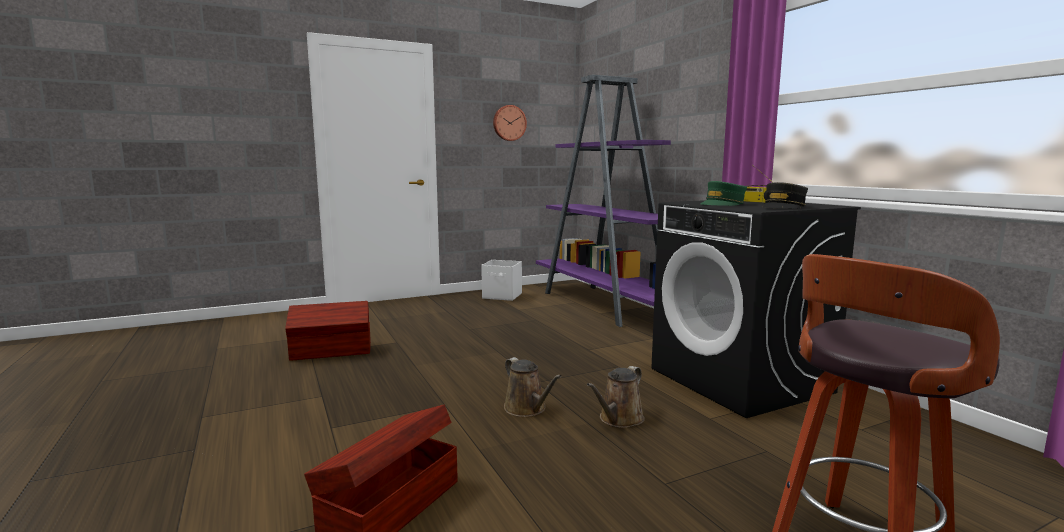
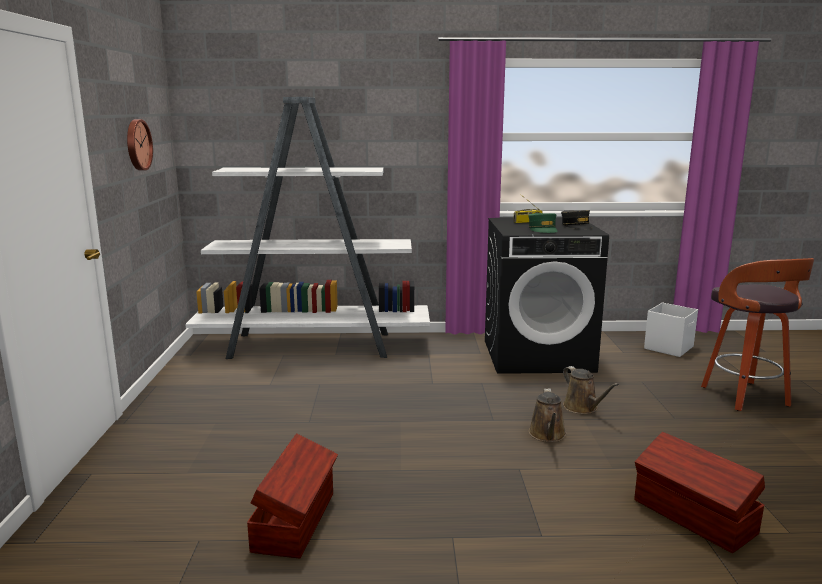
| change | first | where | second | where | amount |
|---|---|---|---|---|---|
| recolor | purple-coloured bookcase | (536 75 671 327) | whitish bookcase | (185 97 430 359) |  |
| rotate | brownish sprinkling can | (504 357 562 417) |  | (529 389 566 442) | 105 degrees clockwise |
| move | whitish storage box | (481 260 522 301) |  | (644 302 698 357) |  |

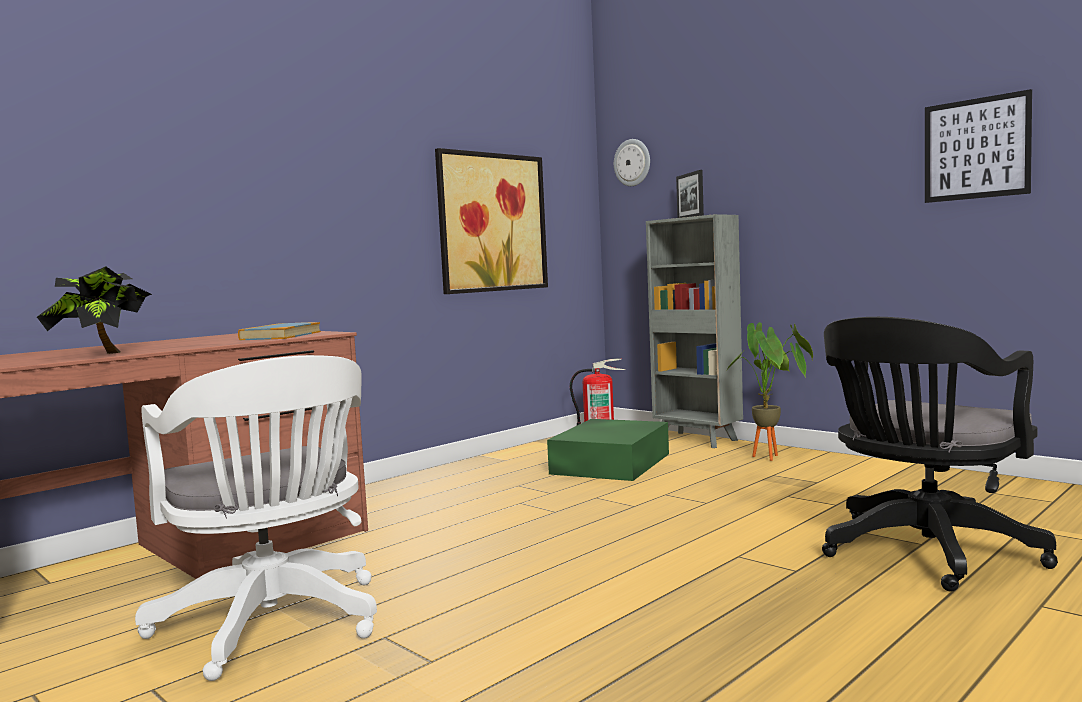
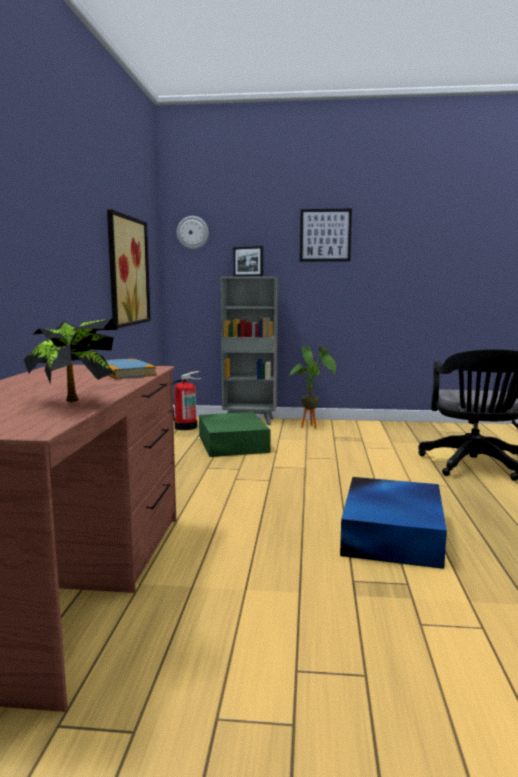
| change | first | where | second | where | amount |
|---|---|---|---|---|---|
| move | picture | (925 89 1032 203) |  | (300 209 352 262) |  |
| insert |  |  | blue storage box | (340 477 447 569) |  |
| delete | whitish office chair | (135 355 377 681) |  |  |  |

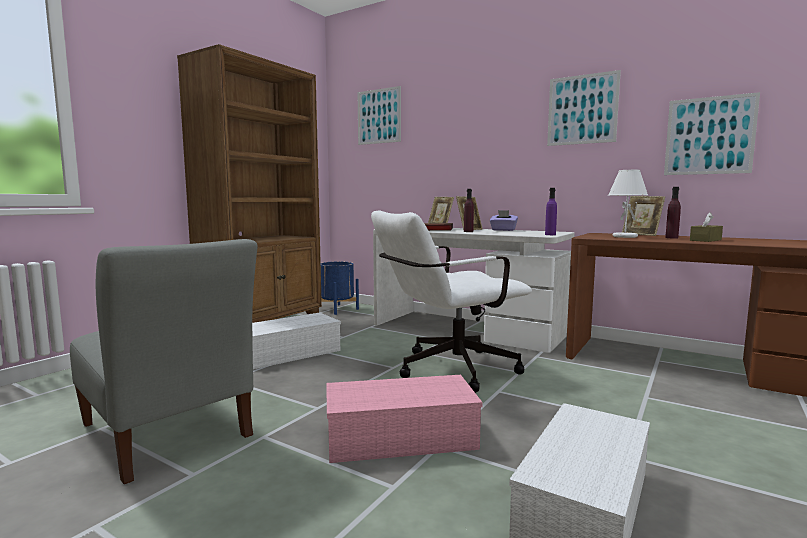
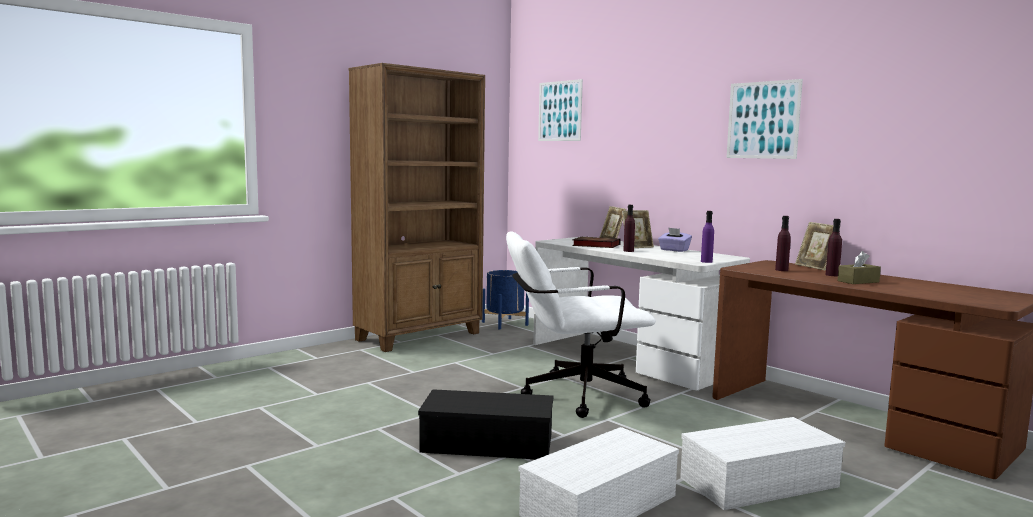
| change | first | where | second | where | amount |
|---|---|---|---|---|---|
| recolor | pinkish storage box | (326 375 483 463) | blackish storage box | (418 389 553 459) |  |
| move | whitish storage box | (252 312 341 369) |  | (680 417 845 510) |  |
| replace | whitish tabletop lamp | (608 170 648 238) | purple-coloured beverage bottle | (775 216 791 271) |  |
| delete | grey plain chair | (70 239 258 484) |  |  |  |
| delete | picture | (664 92 760 175) |  |  |  |

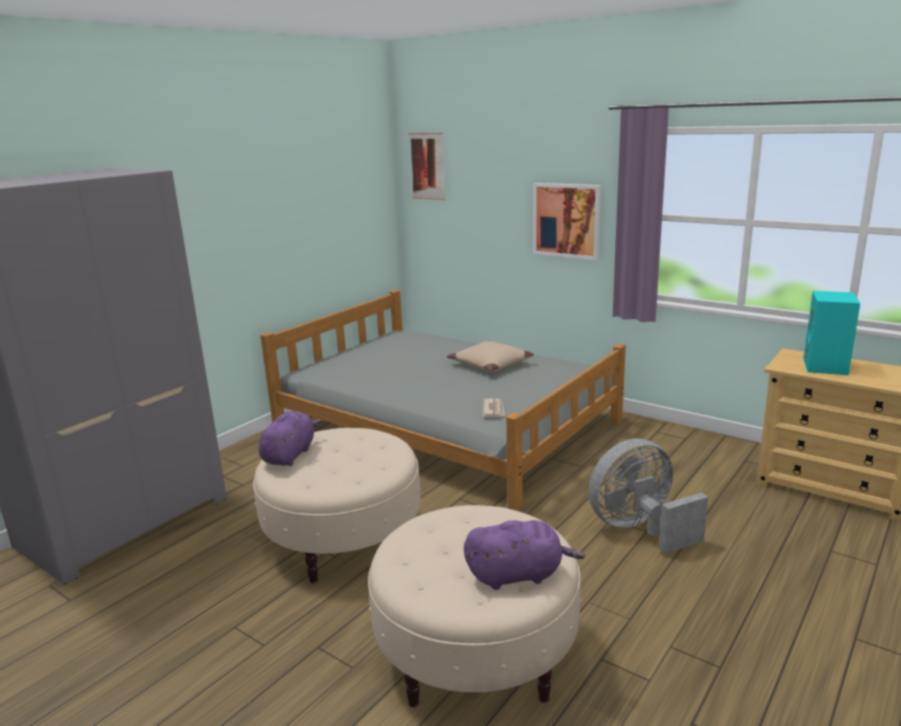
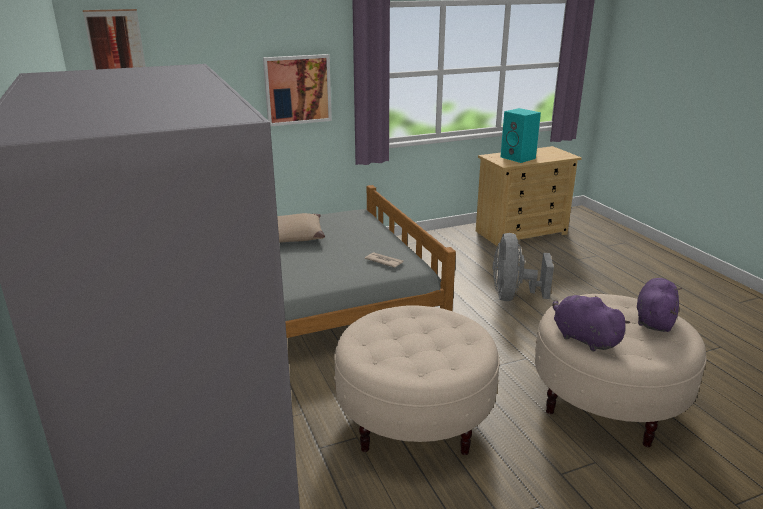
| change | first | where | second | where | amount |
|---|---|---|---|---|---|
| move | purple-coloured plush toy | (258 411 322 466) |  | (553 295 630 351) |  |

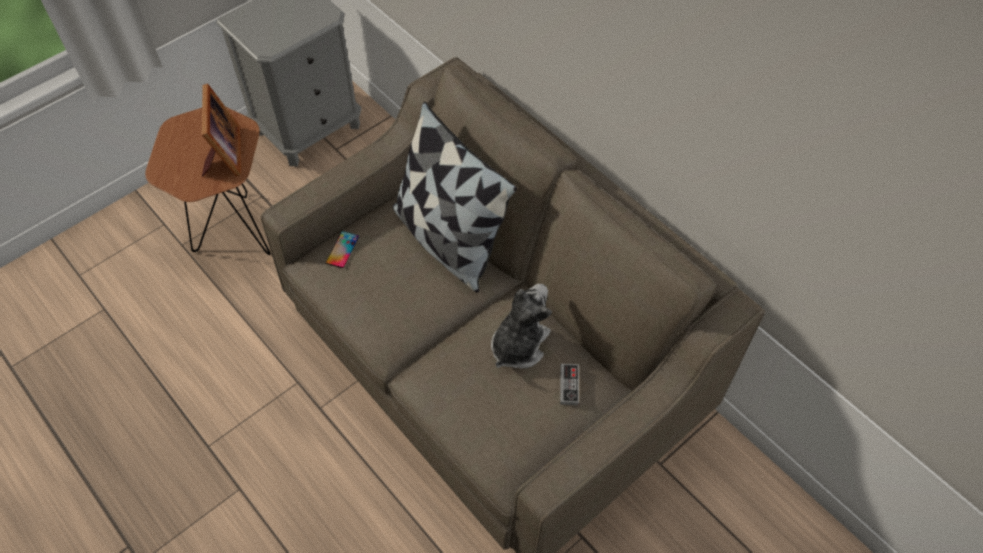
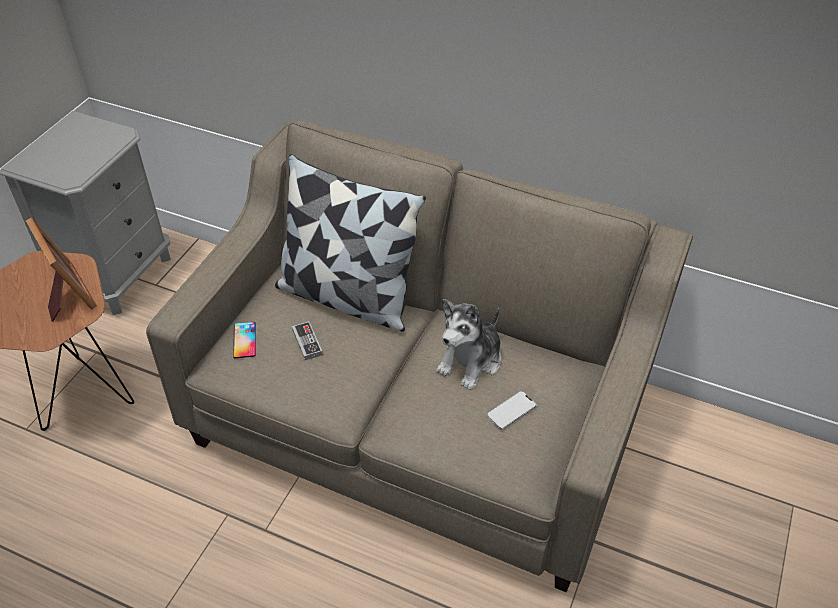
| change | first | where | second | where | amount |
|---|---|---|---|---|---|
| move | gamepad | (560 364 579 405) |  | (292 321 323 360) |  |
| rotate | plush toy | (491 284 552 369) |  | (436 299 501 390) | 150 degrees counterclockwise |
| insert |  |  | handset | (486 391 537 430) |  |

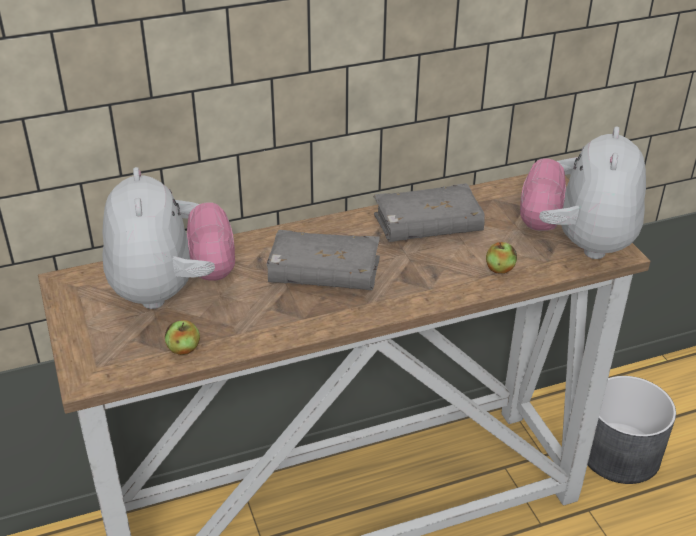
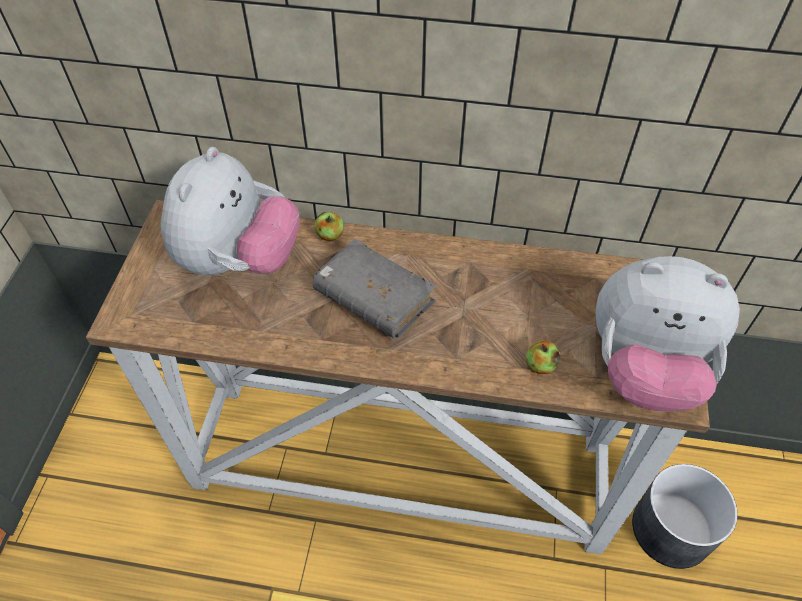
| change | first | where | second | where | amount |
|---|---|---|---|---|---|
| move | apple | (165 320 200 355) |  | (314 212 344 241) |  |
| rotate | plush toy | (520 126 646 259) |  | (595 256 740 411) | 120 degrees counterclockwise |
| delete | grey bound book | (373 183 485 242) |  |  |  |

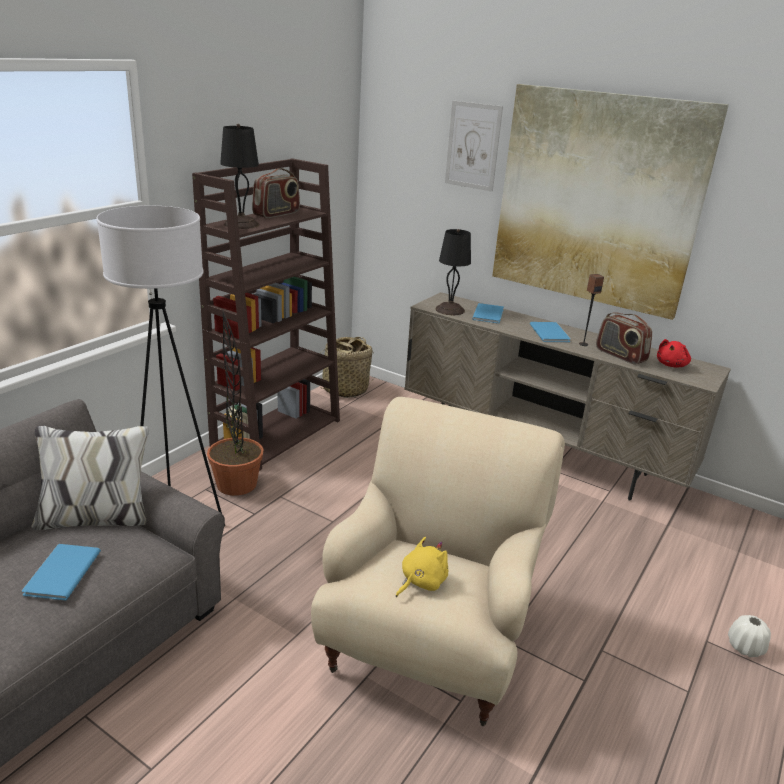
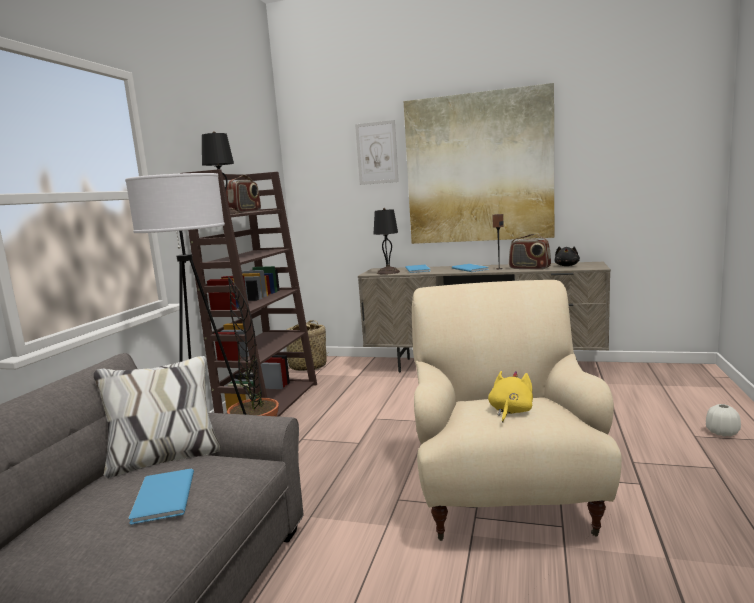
| change | first | where | second | where | amount |
|---|---|---|---|---|---|
| recolor | red plush toy | (657 339 691 367) | blackish plush toy | (554 246 580 266) |  |

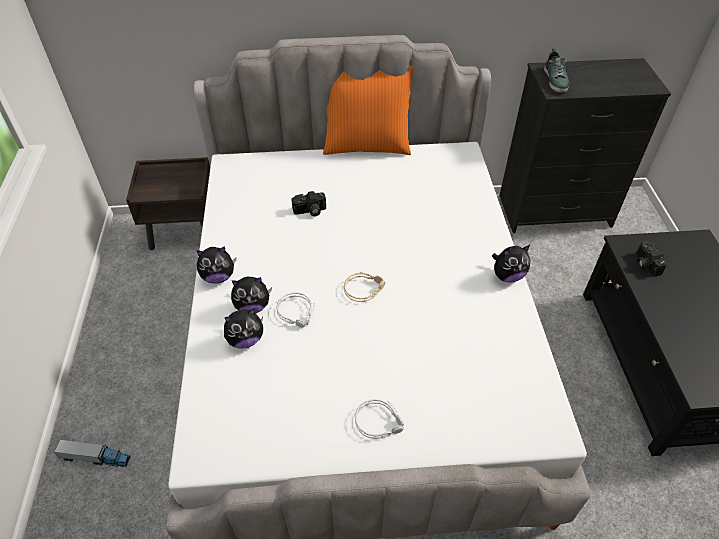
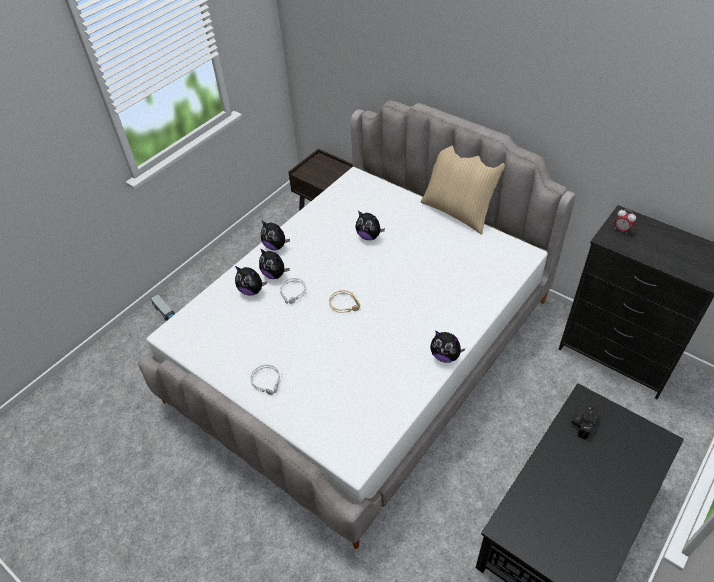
| change | first | where | second | where | amount |
|---|---|---|---|---|---|
| replace | still camera | (291 191 326 216) | plush toy | (355 211 385 240) |  |
| recolor | orange-coloured throw pillow | (323 65 414 155) | sand-coloured throw pillow | (421 145 505 235) |  |
| replace | shoe | (544 48 569 93) | bedside clock | (614 209 636 235) |  |

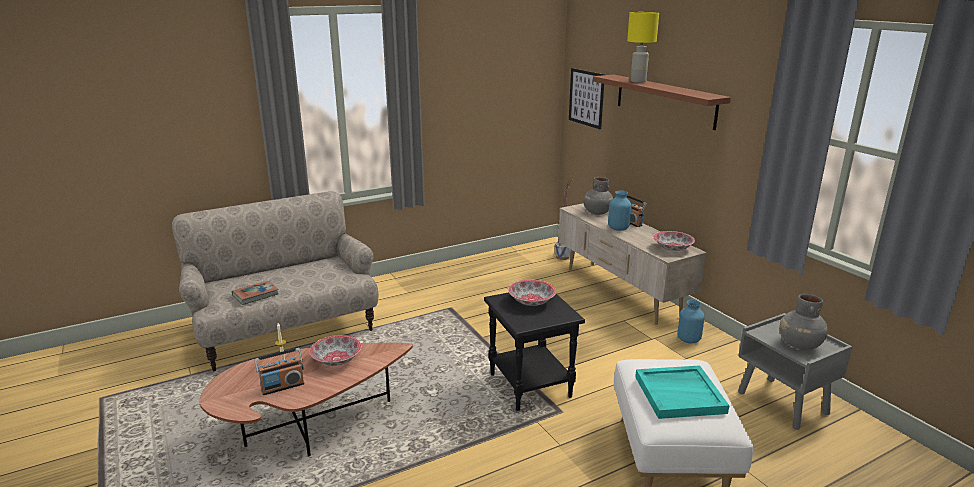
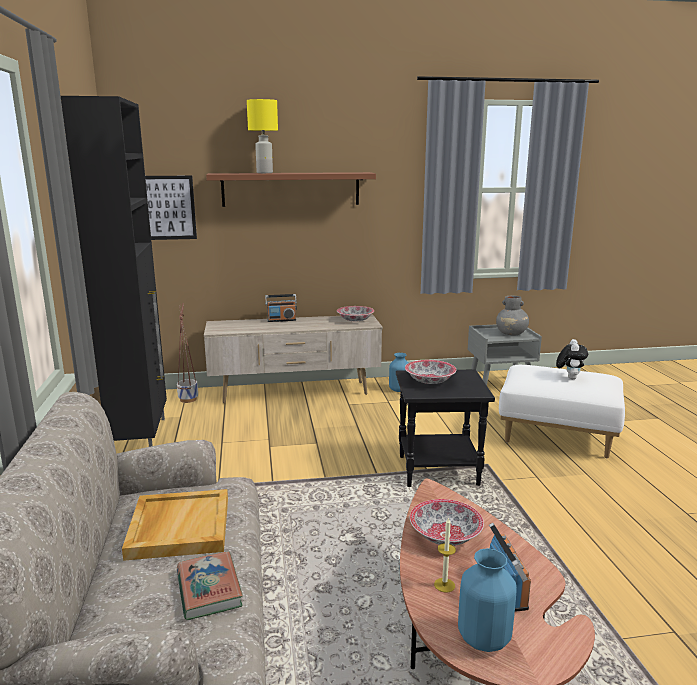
| change | first | where | second | where | amount |
|---|---|---|---|---|---|
| insert |  |  | blackish cupboard | (61 96 167 447) |  |
| insert |  |  | sand-coloured carrying tray | (122 489 228 561) |  |
| move | blue decorative vase | (608 191 632 231) |  | (458 548 517 652) |  |
| replace | turquoise carrying tray | (635 365 730 419) | plush toy | (556 339 588 379) |  |
| delete | grey decorative vase | (583 177 613 215) |  |  |  |

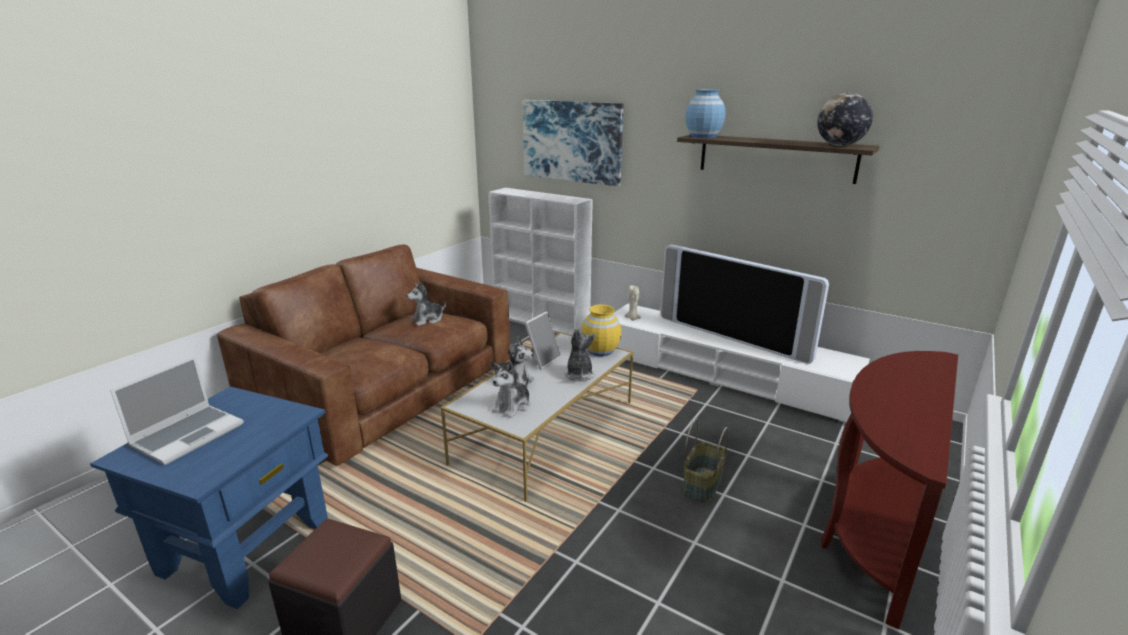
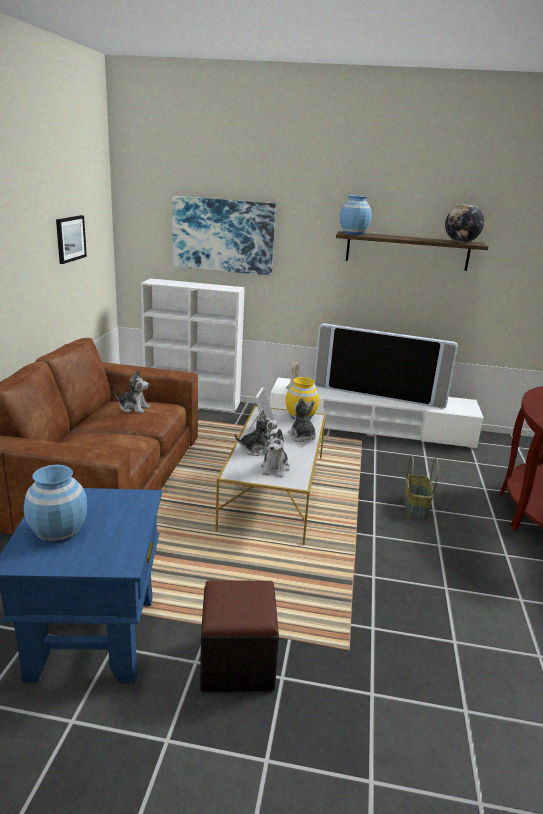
| change | first | where | second | where | amount |
|---|---|---|---|---|---|
| replace | notebook computer | (110 356 244 465) | blue decorative vase | (24 465 87 544) |  |
| insert |  |  | picture | (56 215 87 264) |  |
| rotate | plush toy | (406 282 446 326) |  | (114 370 150 413) | 105 degrees counterclockwise |

